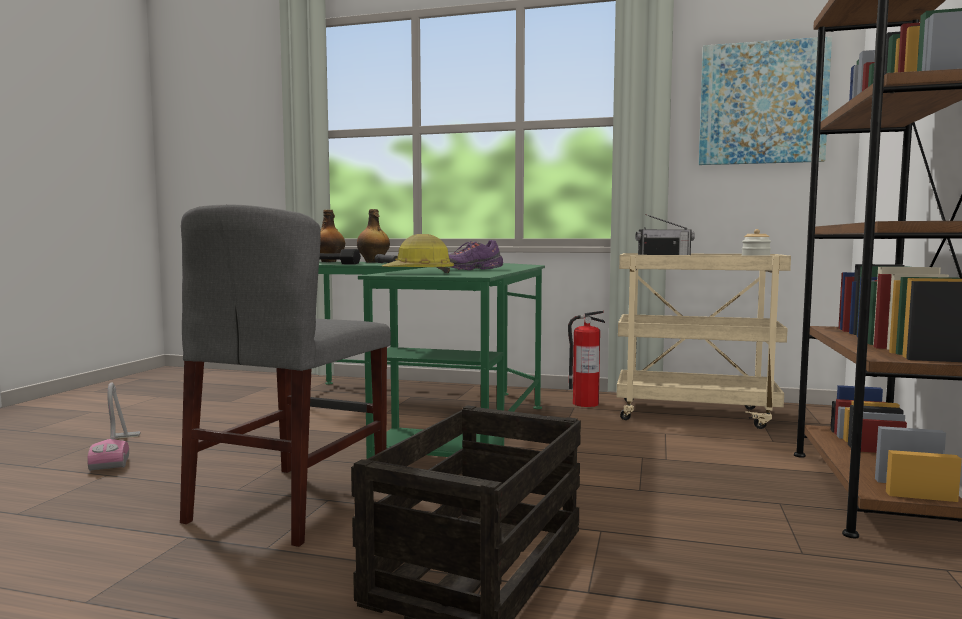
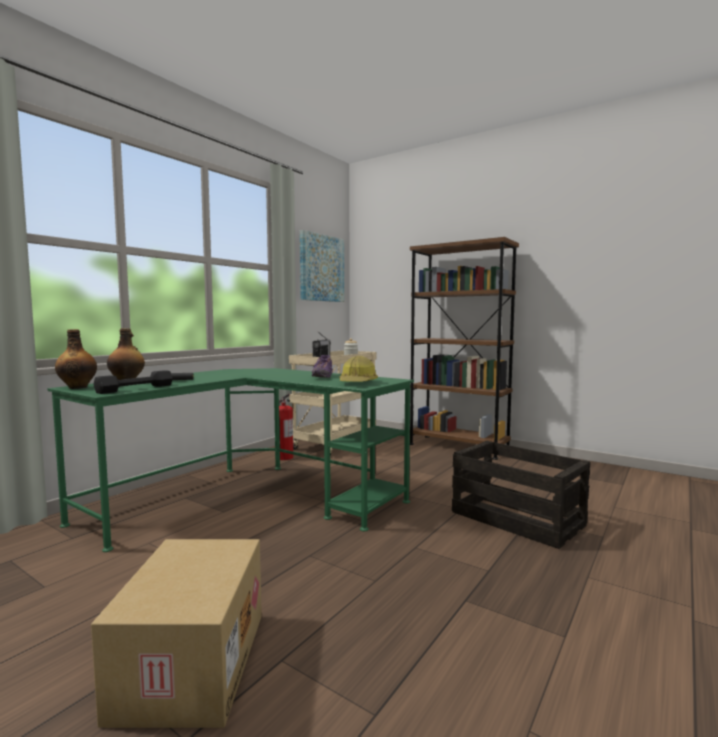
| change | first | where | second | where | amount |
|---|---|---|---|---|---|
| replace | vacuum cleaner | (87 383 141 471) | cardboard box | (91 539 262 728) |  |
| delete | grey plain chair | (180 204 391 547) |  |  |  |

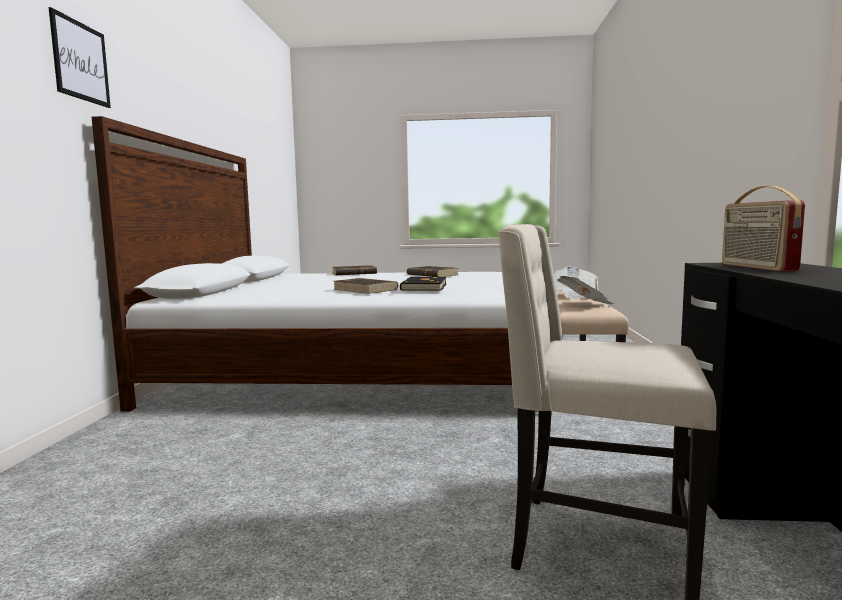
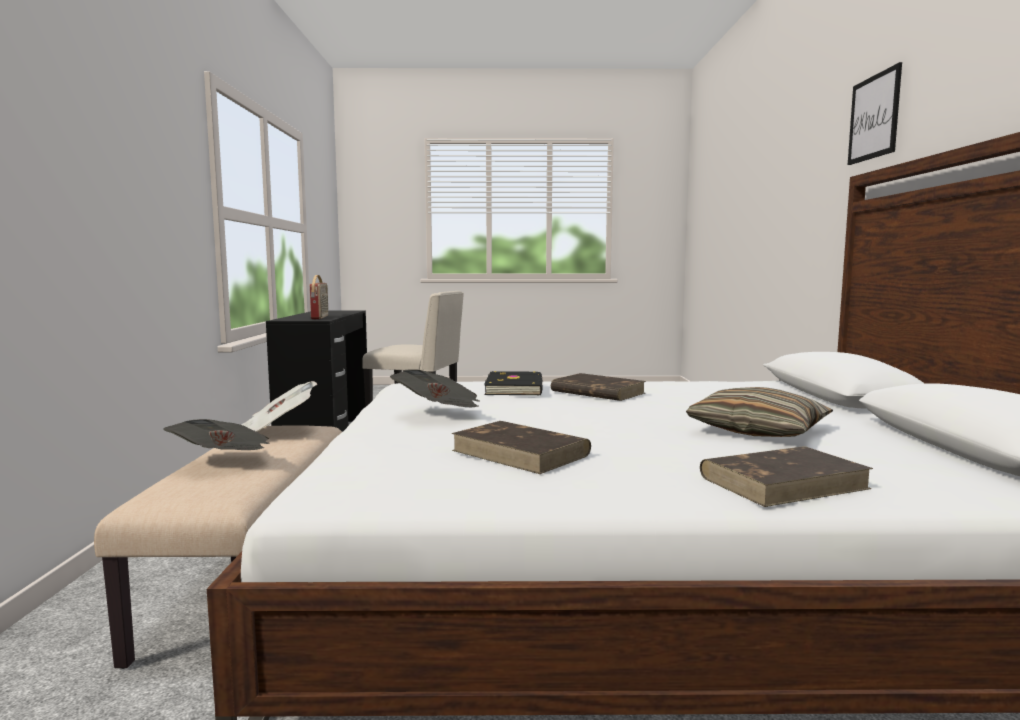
| change | first | where | second | where | amount |
|---|---|---|---|---|---|
| insert |  |  | newspaper | (390 369 479 407) |  |
| insert |  |  | throw pillow | (686 387 833 437) |  |

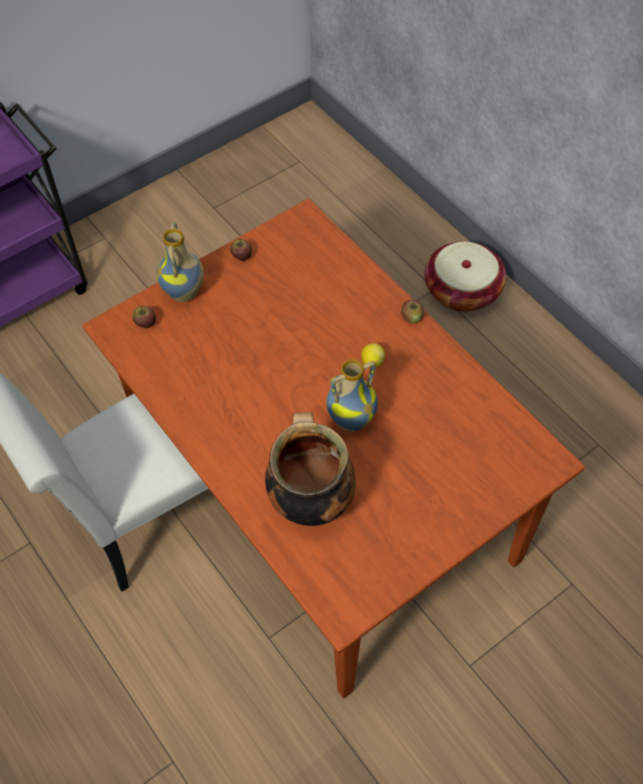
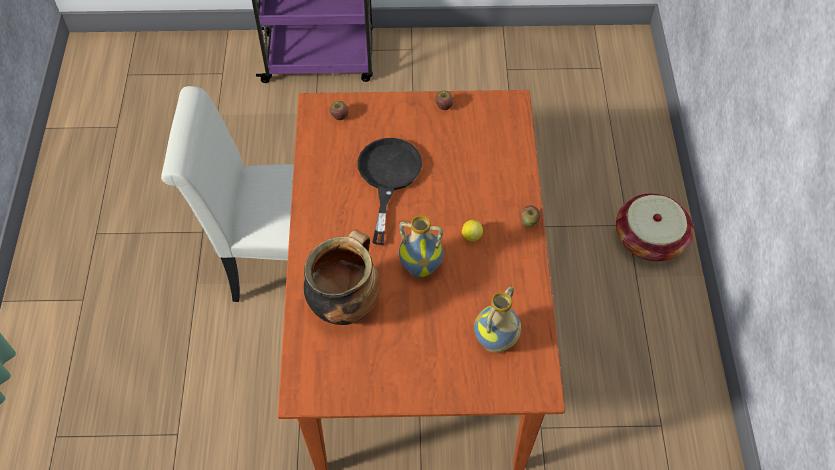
| change | first | where | second | where | amount |
|---|---|---|---|---|---|
| insert |  |  | blackish frying pan | (358 138 422 245) |  |
| move | decorative vase | (157 222 204 302) |  | (474 286 521 353) |  |

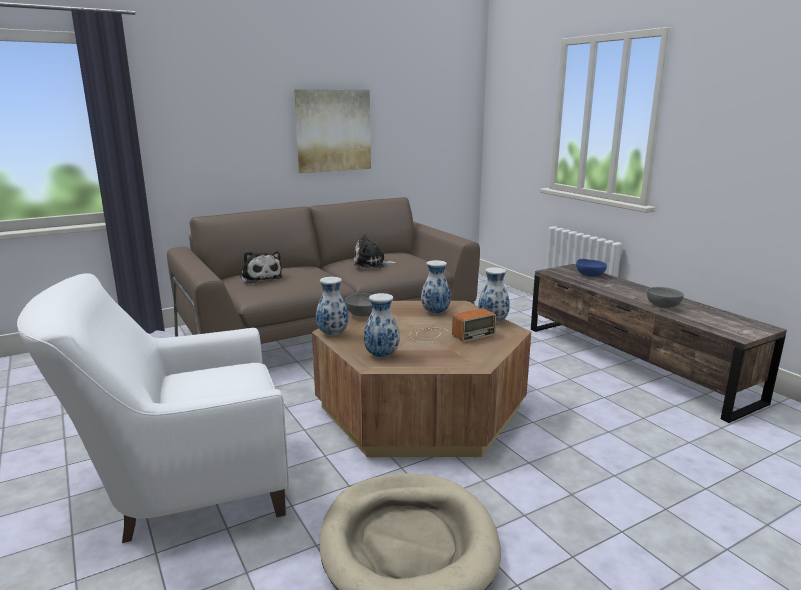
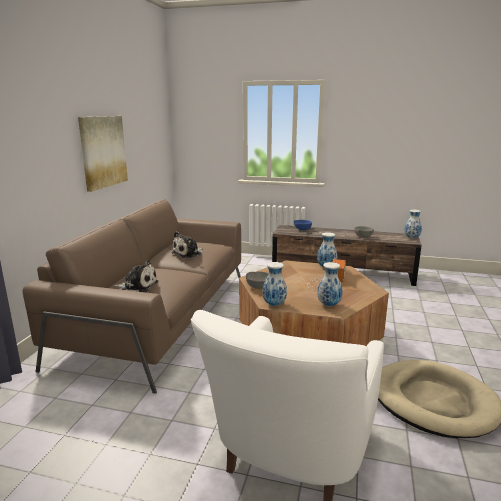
| change | first | where | second | where | amount |
|---|---|---|---|---|---|
| move | decorative vase | (421 260 451 314) |  | (405 210 422 239) |  |

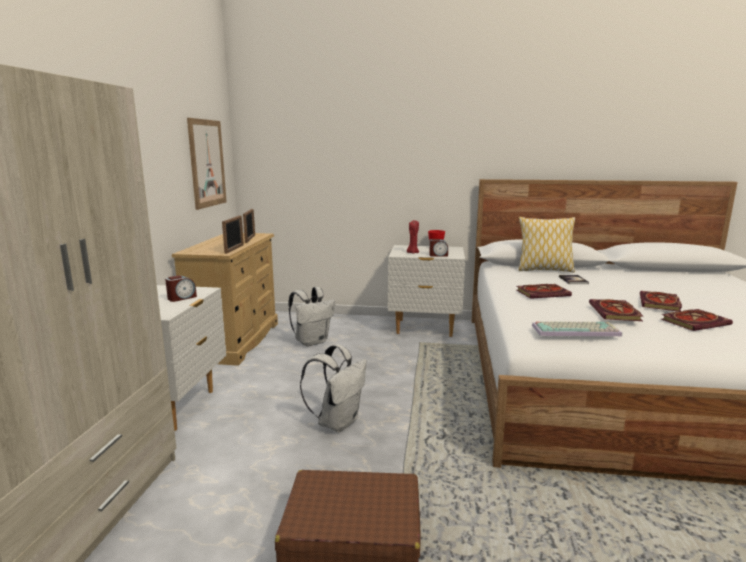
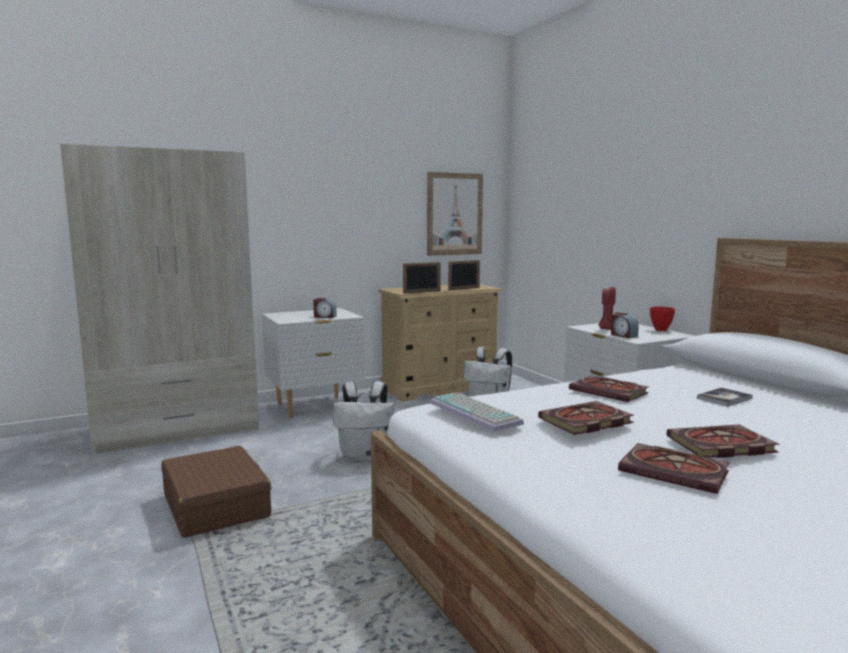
| change | first | where | second | where | amount |
|---|---|---|---|---|---|
| delete | throw pillow | (518 217 575 273) |  |  |  |

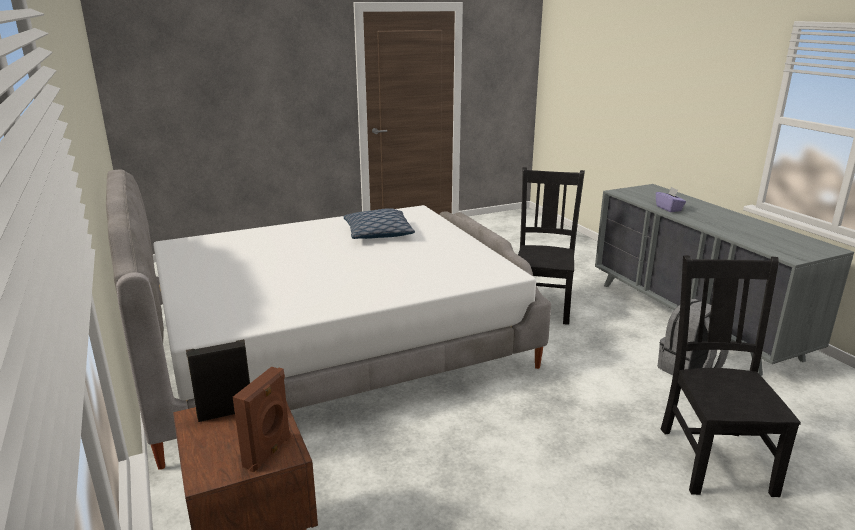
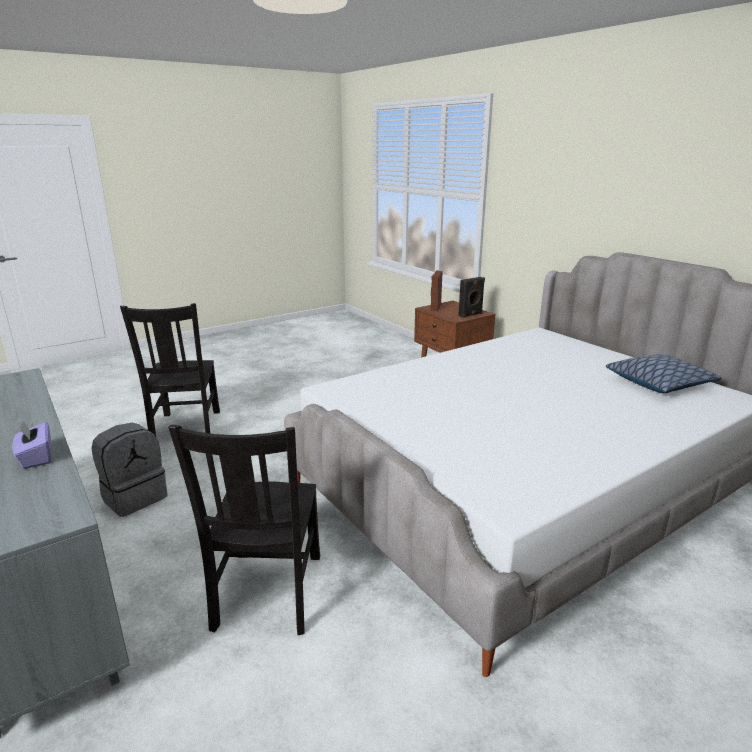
| change | first | where | second | where | amount |
|---|---|---|---|---|---|
| move | throw pillow | (343 208 415 239) |  | (606 354 721 393) |  |

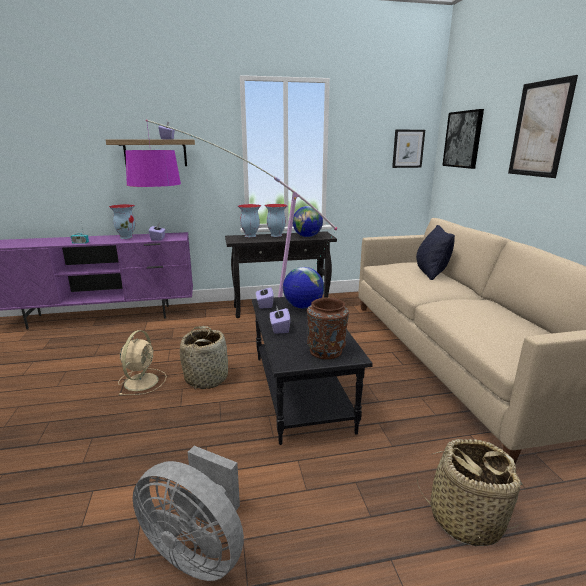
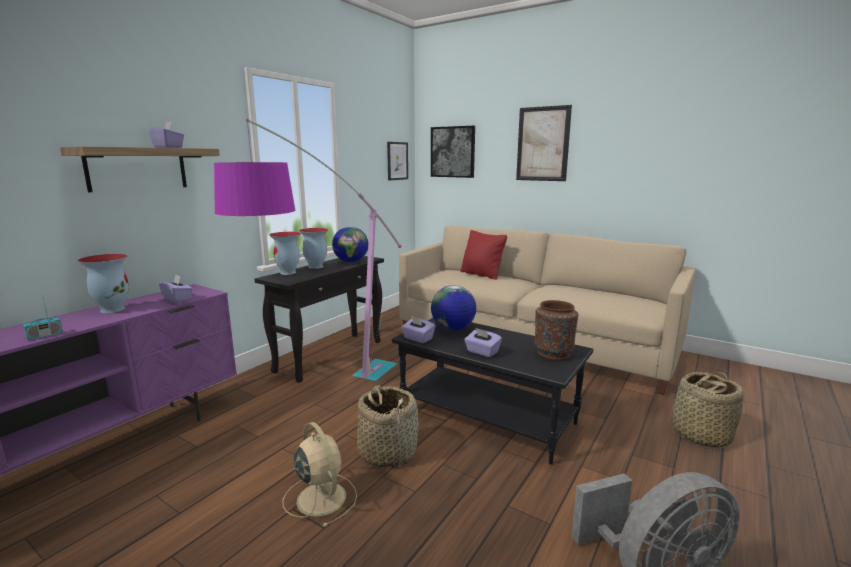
| change | first | where | second | where | amount |
|---|---|---|---|---|---|
| recolor | blackish throw pillow | (416 225 455 280) | red throw pillow | (460 230 507 280) |  |

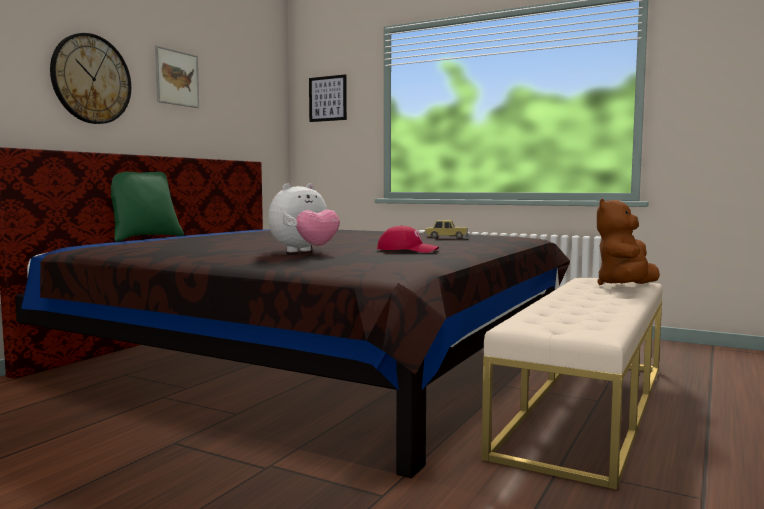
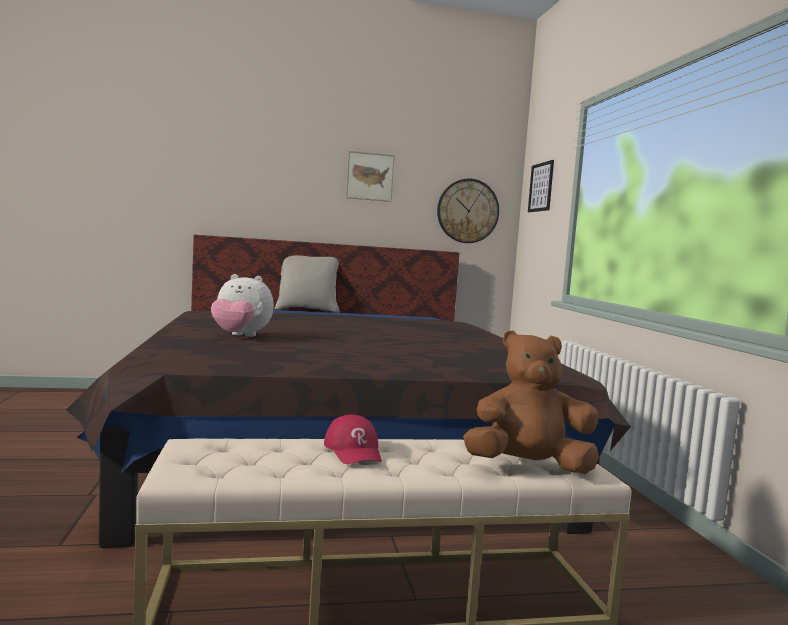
| change | first | where | second | where | amount |
|---|---|---|---|---|---|
| recolor | green throw pillow | (111 172 184 242) | grey throw pillow | (275 255 339 313) |  |
| move | red baseball cap | (377 225 439 253) |  | (324 414 382 464) |  |
| move | clock on the wall | (50 33 131 124) |  | (437 179 499 243) |  |
| delete | model car | (424 220 468 238) |  |  |  |

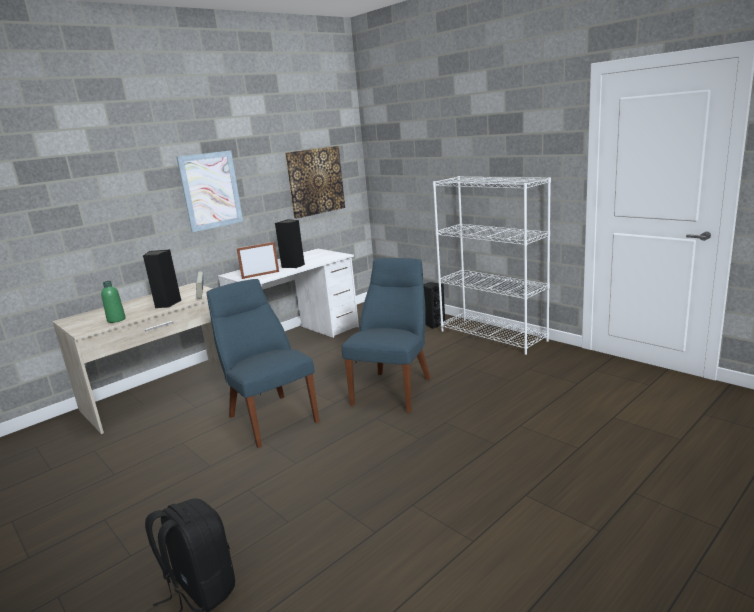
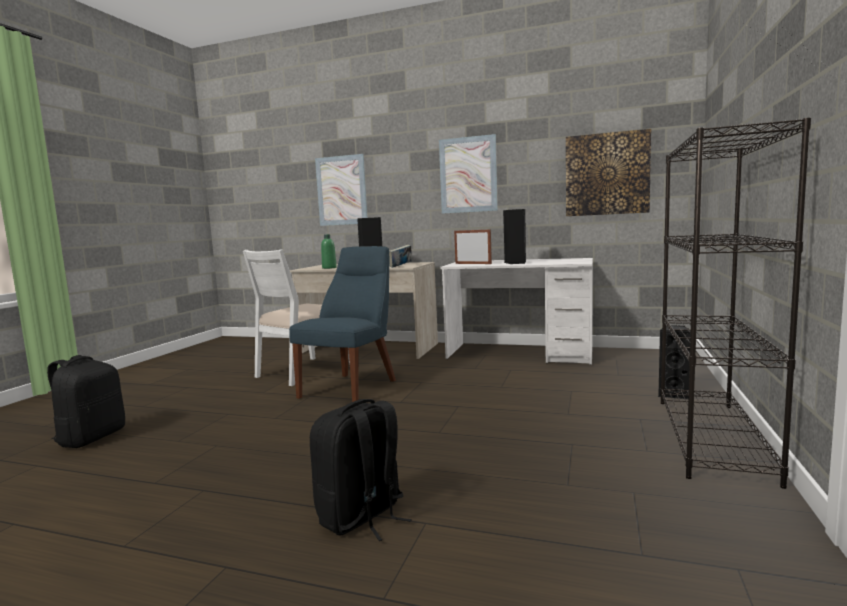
| change | first | where | second | where | amount |
|---|---|---|---|---|---|
| insert |  |  | whitish plain chair | (243 249 350 386) |  |
| insert |  |  | blackish backpack | (310 399 412 541) |  |
| insert |  |  | picture | (315 154 368 226) |  |
| recolor | whitish bookcase | (433 176 551 355) | blackish bookcase | (660 118 811 489) |  |
| delete | blue plain chair | (342 258 431 413) |  |  |  |

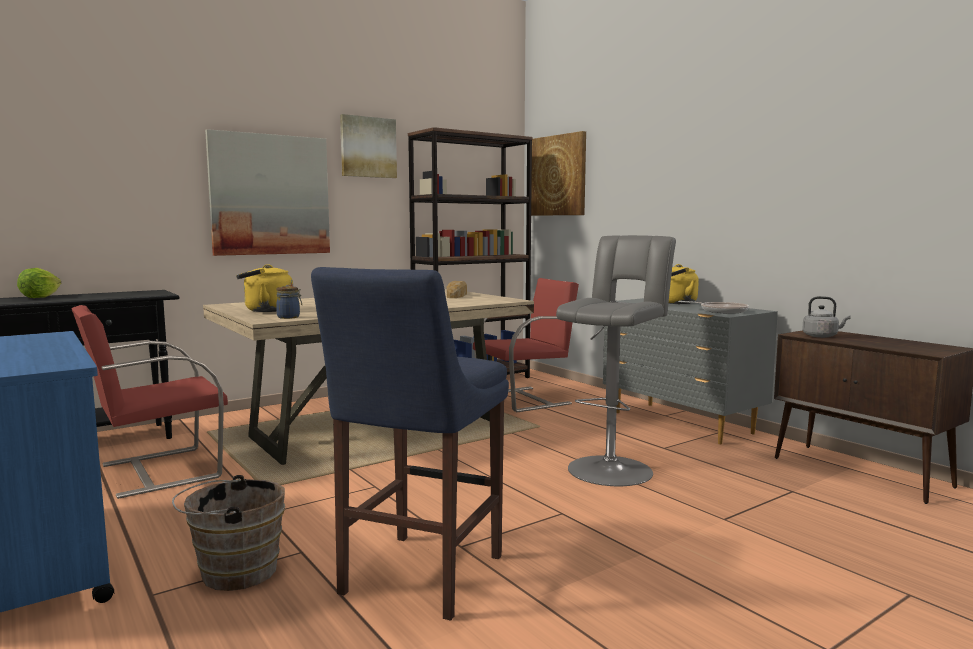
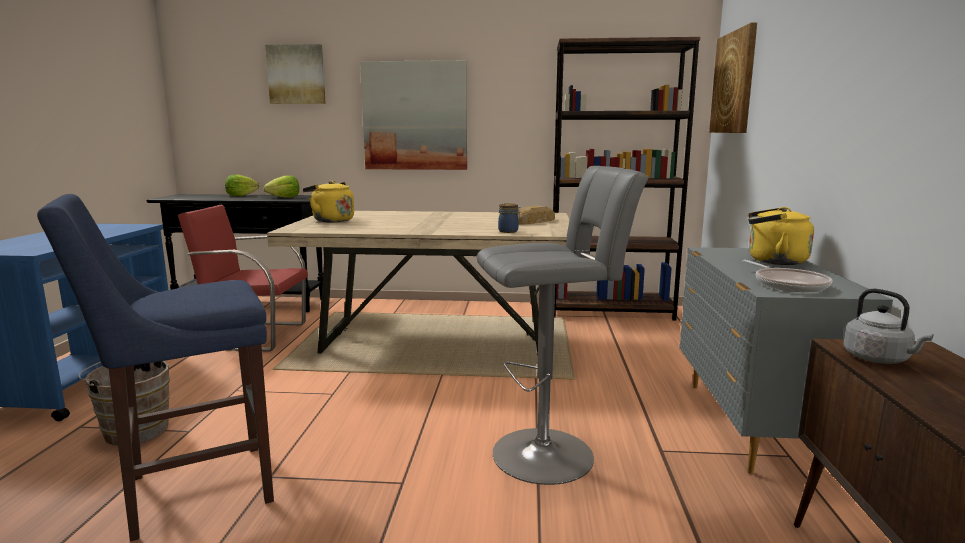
| change | first | where | second | where | amount |
|---|---|---|---|---|---|
| insert |  |  | head of lettuce | (263 175 299 197) |  |
| move | picture | (340 114 397 178) |  | (265 44 326 104) |  |
| move | storage jar | (276 286 302 319) |  | (498 203 521 233) |  |
| delete | red plain chair | (473 278 579 412) |  |  |  |

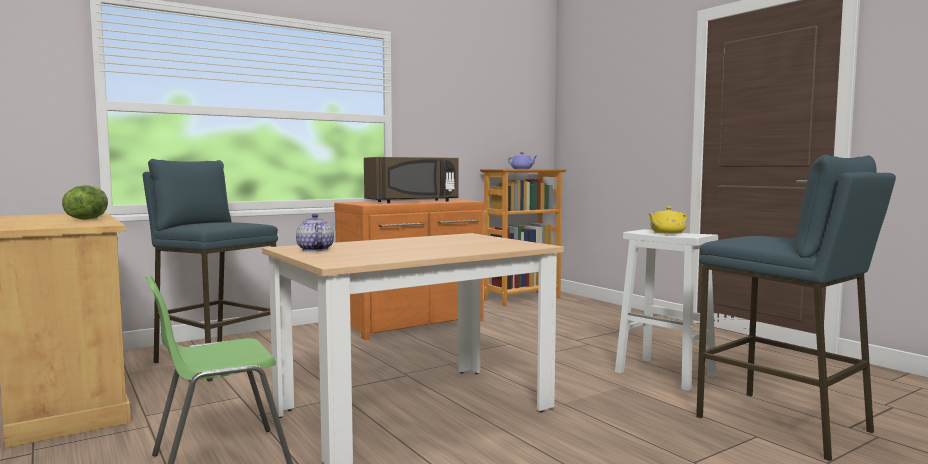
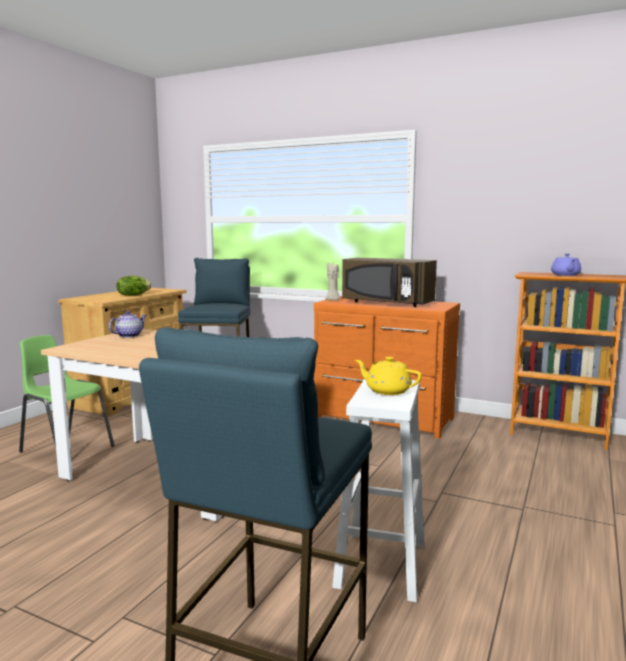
| change | first | where | second | where | amount |
|---|---|---|---|---|---|
| insert |  |  | sand-coloured wax candle | (325 263 340 300) |  |

